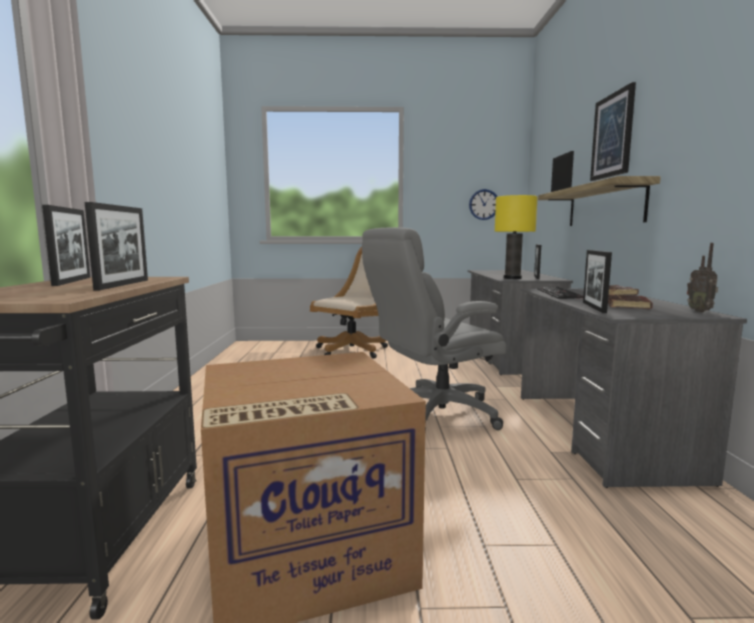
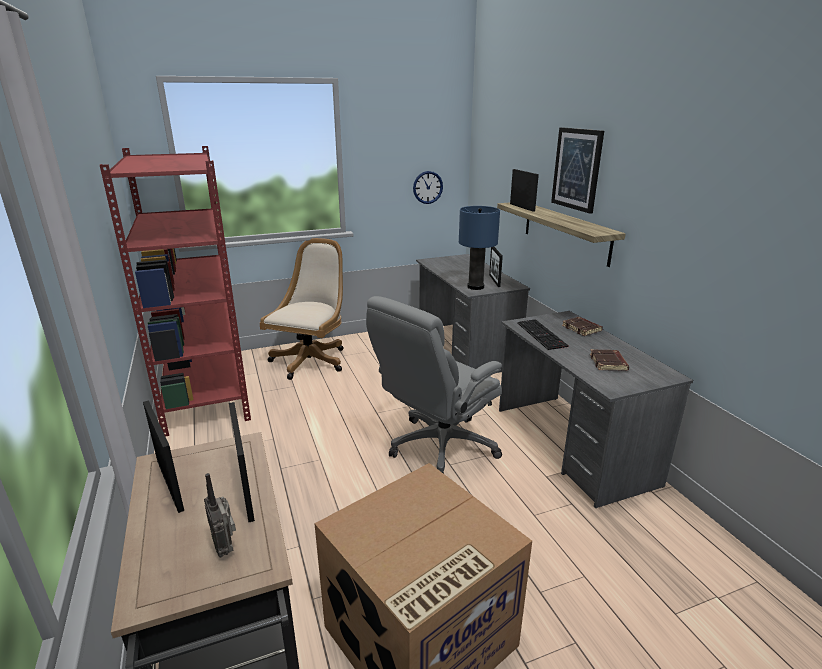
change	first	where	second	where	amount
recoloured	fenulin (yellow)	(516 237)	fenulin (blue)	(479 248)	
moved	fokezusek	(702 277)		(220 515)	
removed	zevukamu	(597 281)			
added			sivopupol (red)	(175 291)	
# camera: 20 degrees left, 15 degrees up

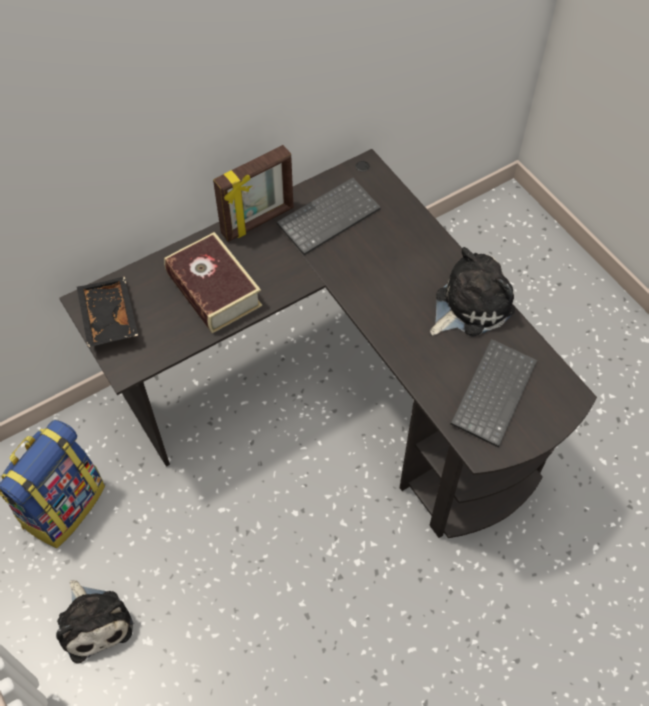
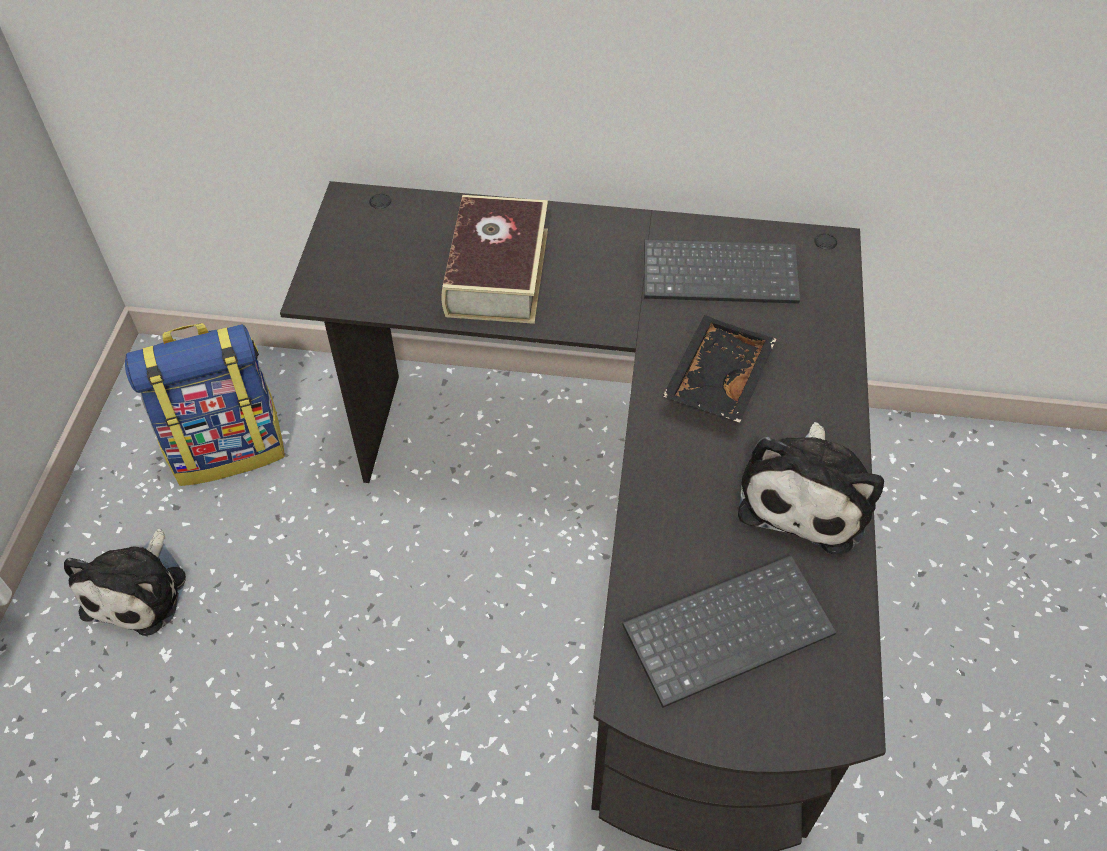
change	first	where	second	where	amount
removed	zevukamu	(253 193)			
turned	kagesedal	(472 292)		(811 488)	105 degrees clockwise
moved	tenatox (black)	(107 312)		(719 369)	
# camera: 40 degrees right, 5 degrees down

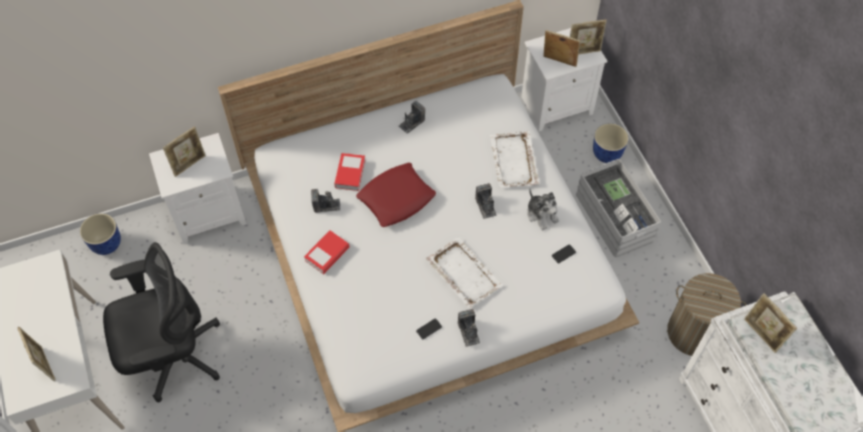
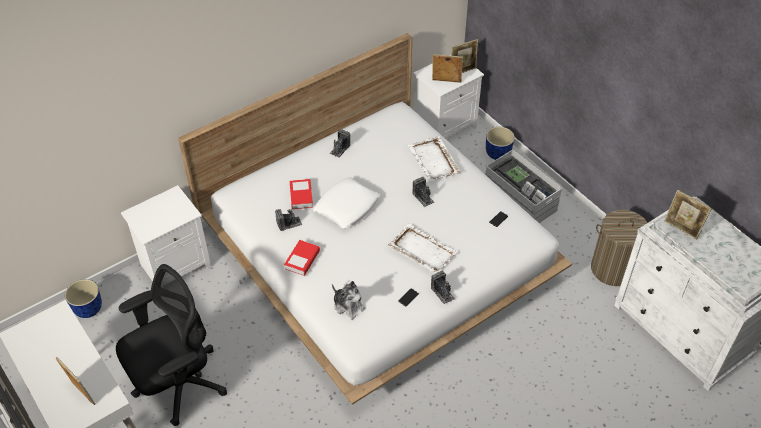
change	first	where	second	where	amount
removed	zevukamu	(184 151)			
recoloured	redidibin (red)	(396 195)	redidibin (white)	(346 202)	
moved	kagesedal	(543 209)		(348 300)	
# camera: 15 degrees left, 10 degrees down

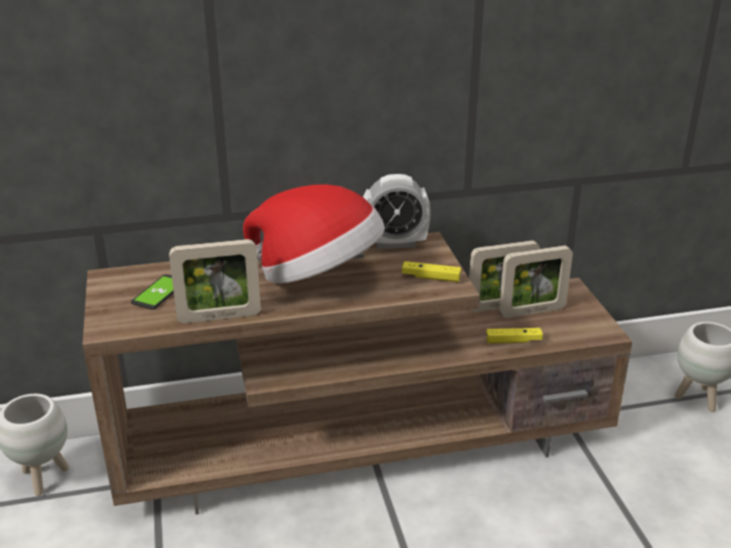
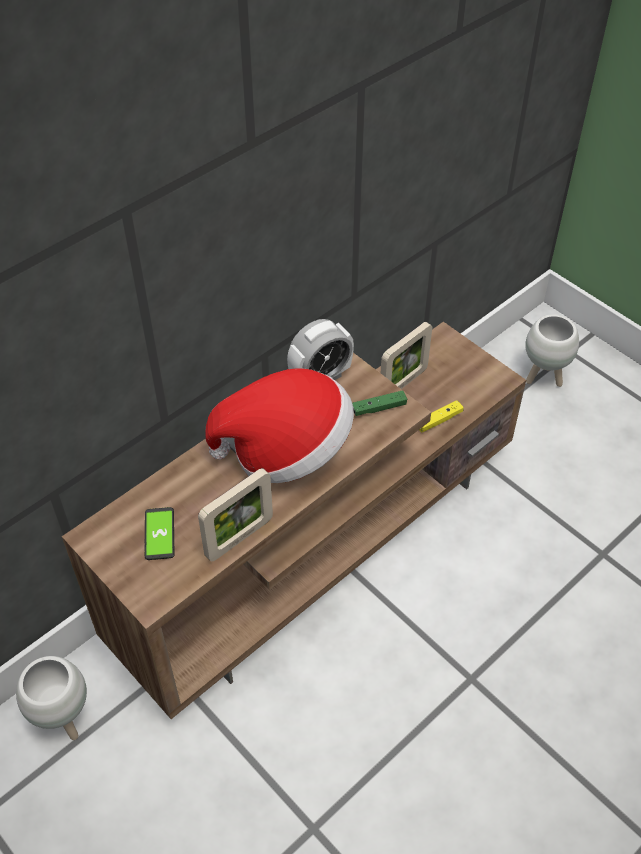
change	first	where	second	where	amount
removed	zevukamu	(536 281)			
recoloured	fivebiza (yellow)	(431 271)	fivebiza (green)	(379 403)	
# camera: 30 degrees left, 20 degrees up

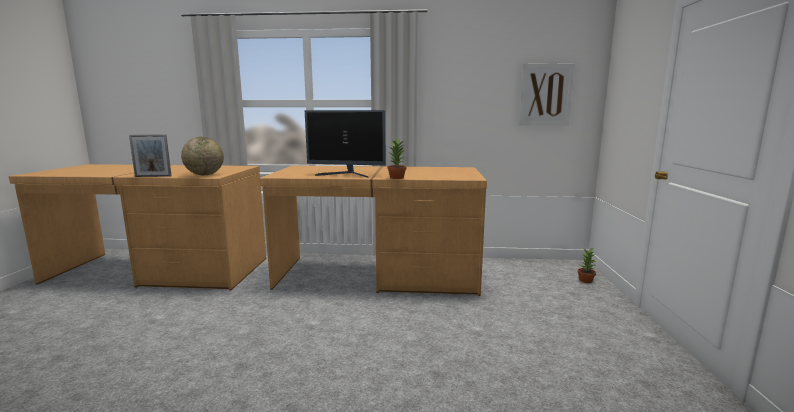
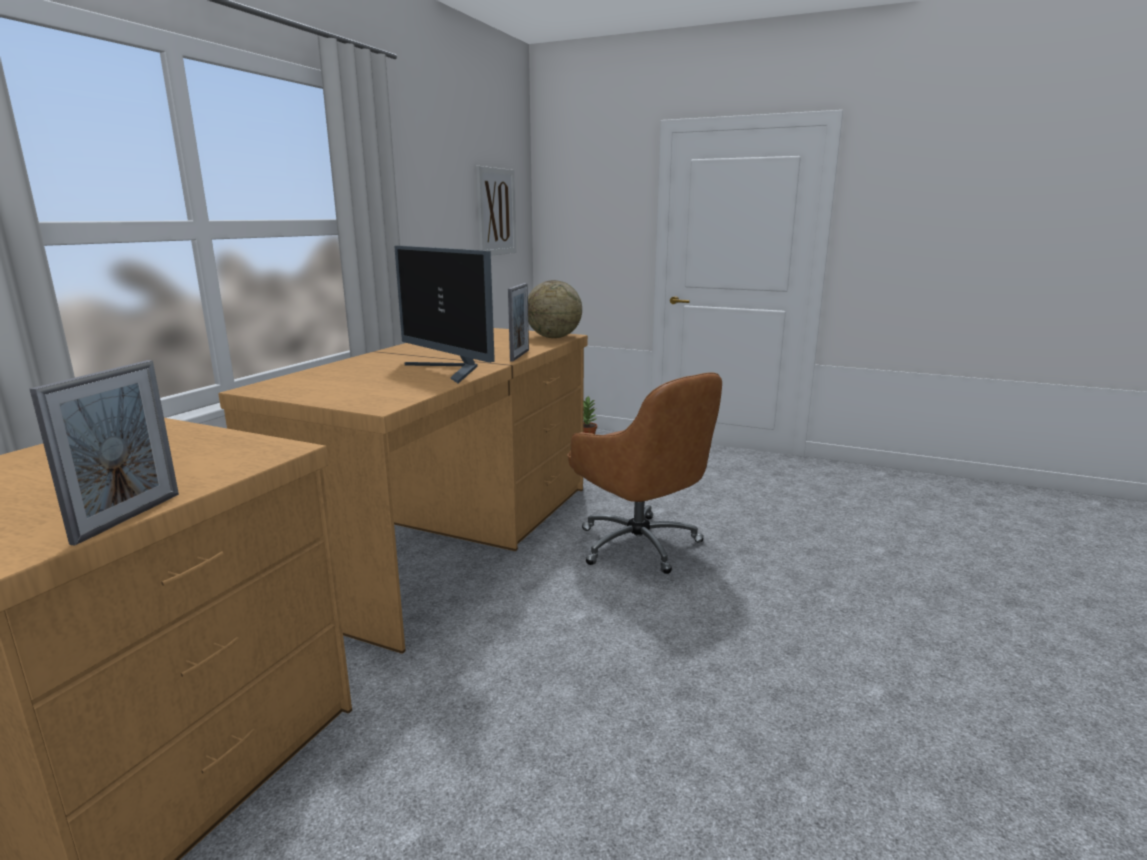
change	first	where	second	where	amount
turned	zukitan	(345 144)		(444 314)	105 degrees clockwise
moved	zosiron	(202 156)		(555 309)	
replaced	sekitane	(396 159)	zevukamu	(518 322)	
added			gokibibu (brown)	(644 473)	
# camera: 70 degrees left, 5 degrees up

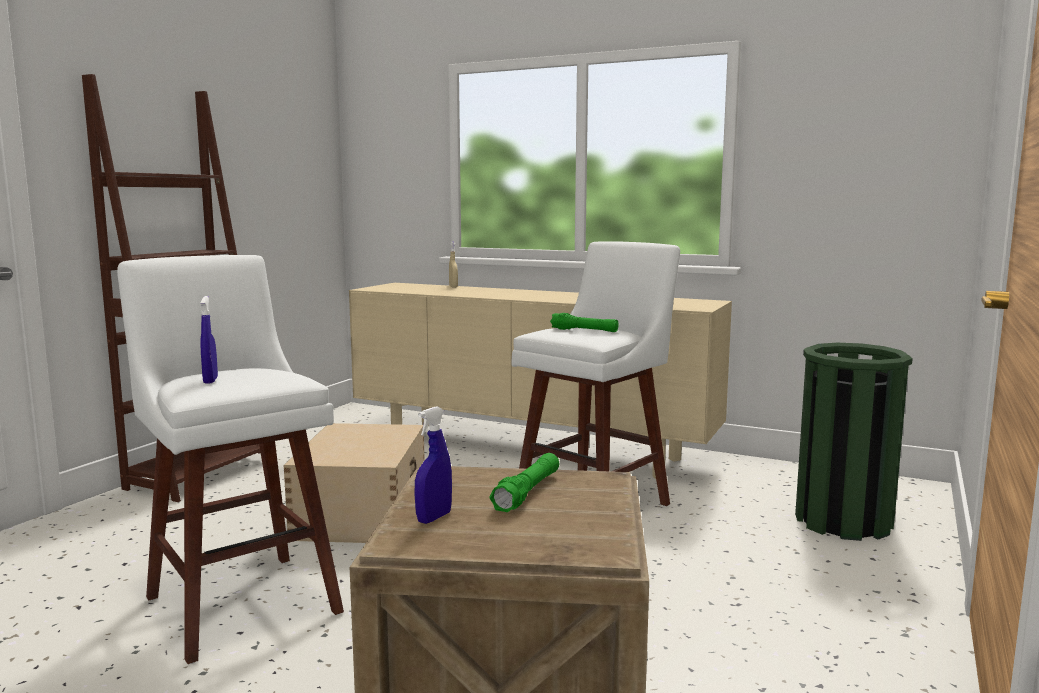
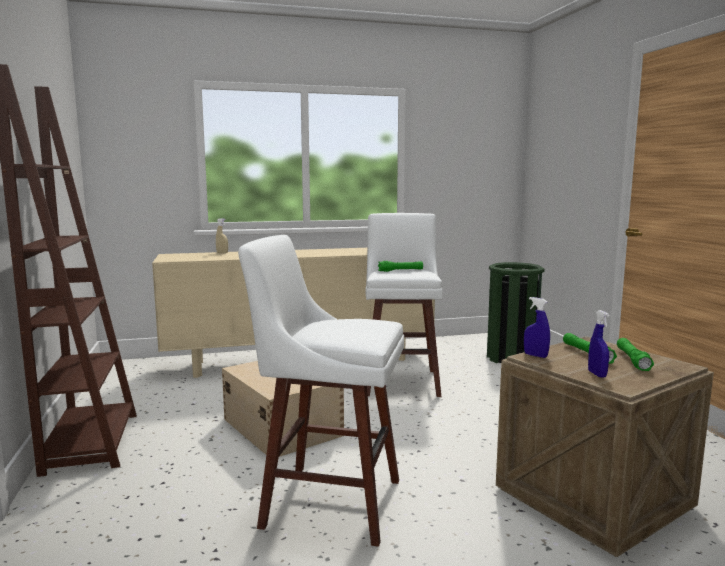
change	first	where	second	where	amount
moved	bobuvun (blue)	(209 340)		(537 327)	
added			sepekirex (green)	(635 354)	
# camera: 40 degrees left, 0 degrees up

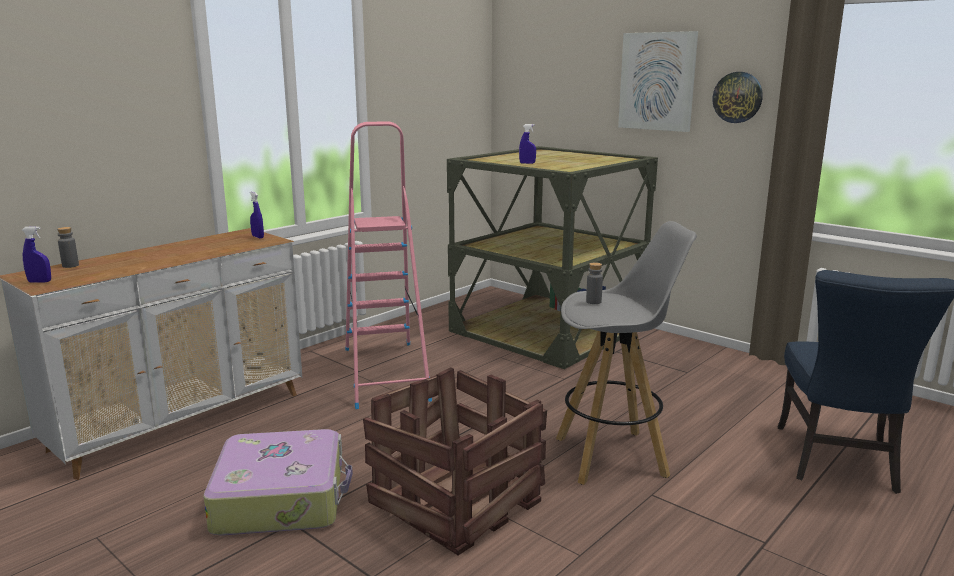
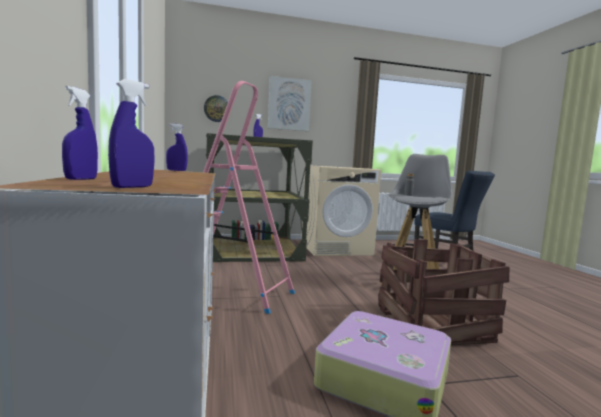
change	first	where	second	where	amount
moved	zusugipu	(738 97)		(216 108)	
replaced	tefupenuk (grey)	(68 247)	bobuvun (blue)	(80 133)	
added			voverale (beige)	(341 211)	
# camera: 55 degrees left, 10 degrees down

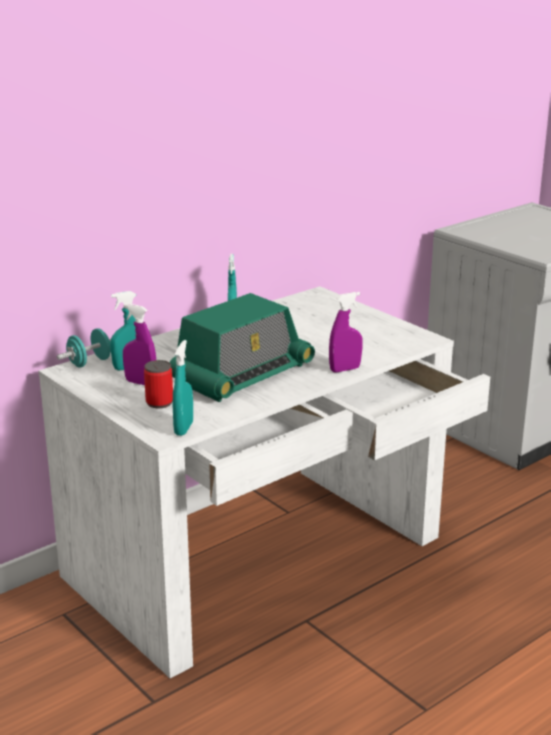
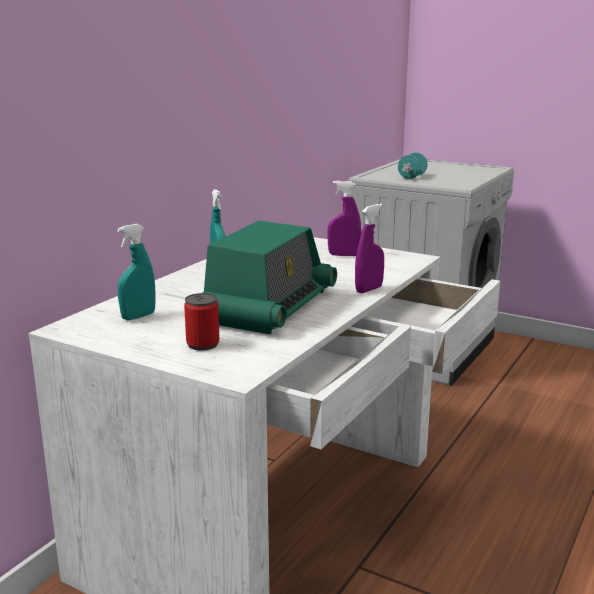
change	first	where	second	where	amount
moved	bobuvun (purple)	(139 344)		(344 218)	
moved	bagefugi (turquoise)	(84 347)		(413 165)	
removed	bobuvun (turquoise)	(183 388)			
# camera: 20 degrees left, 5 degrees down

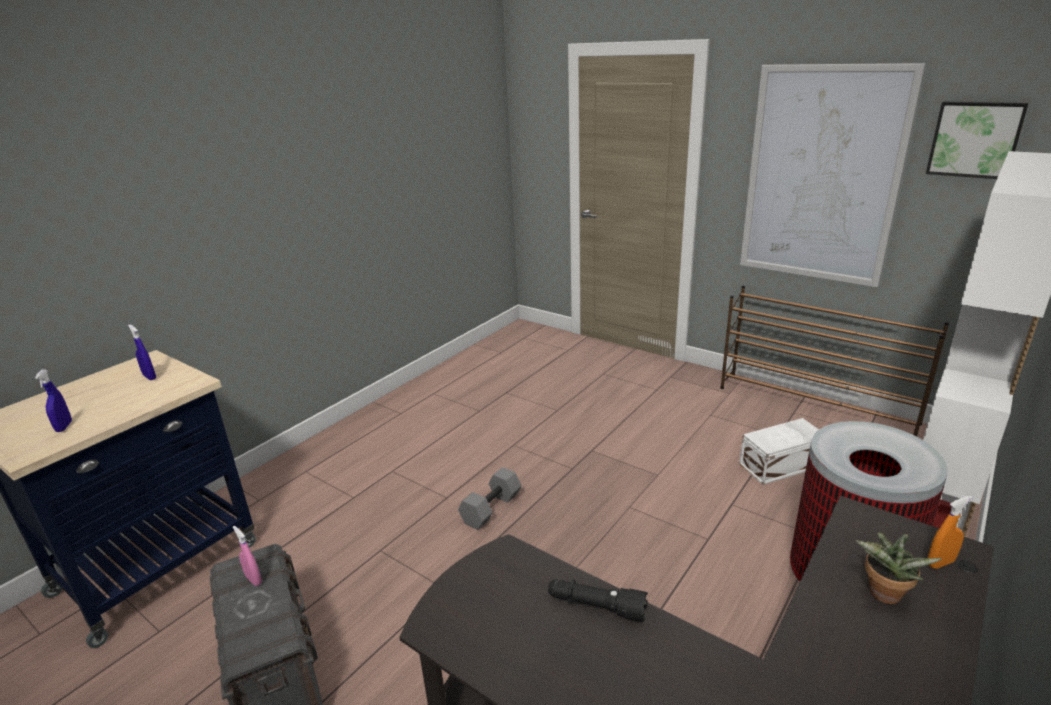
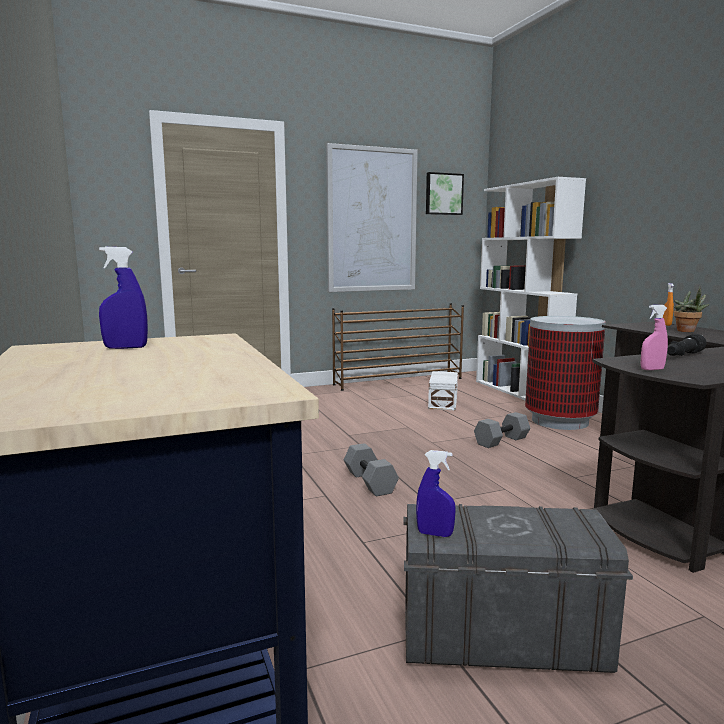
change	first	where	second	where	amount
moved	bobuvun (blue)	(53 400)		(436 493)	
moved	bobuvun (pink)	(247 556)		(654 337)	
added			bagefugi (grey)	(502 430)	
# camera: 60 degrees left, 15 degrees down

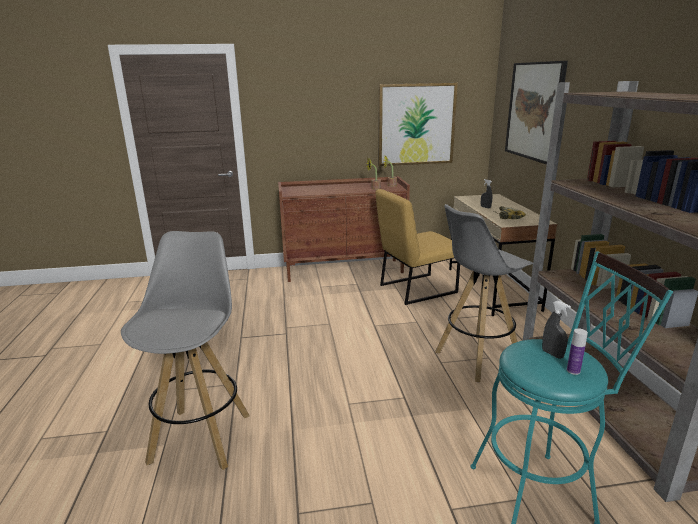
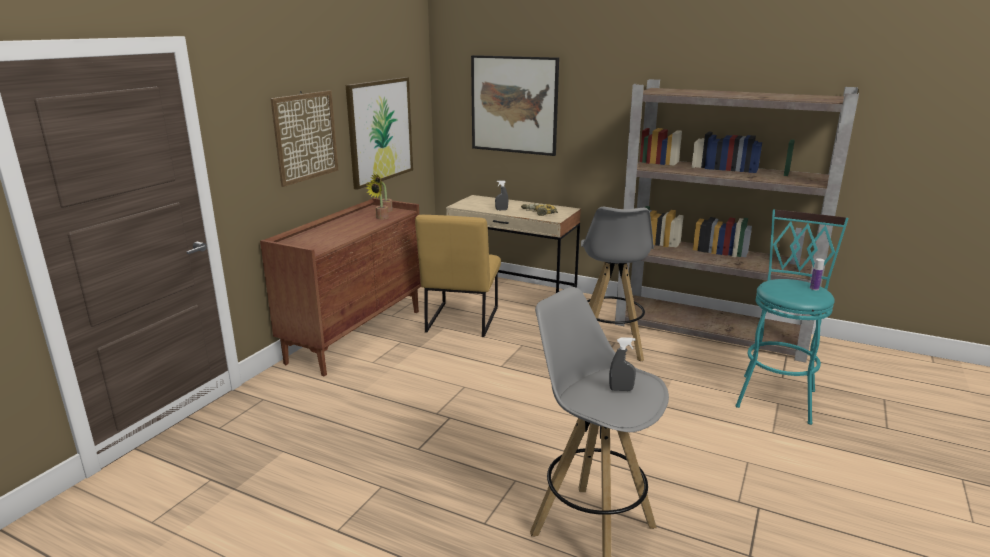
change	first	where	second	where	amount
moved	bobuvun (grey)	(556 330)		(622 364)	
added			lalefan	(305 138)	
# camera: 55 degrees left, 0 degrees up

